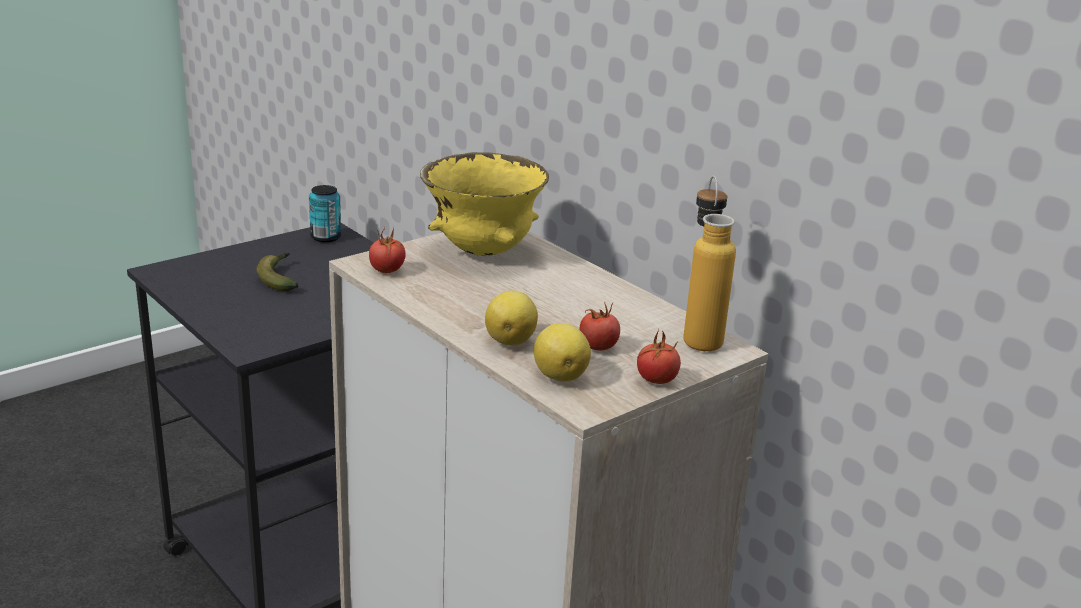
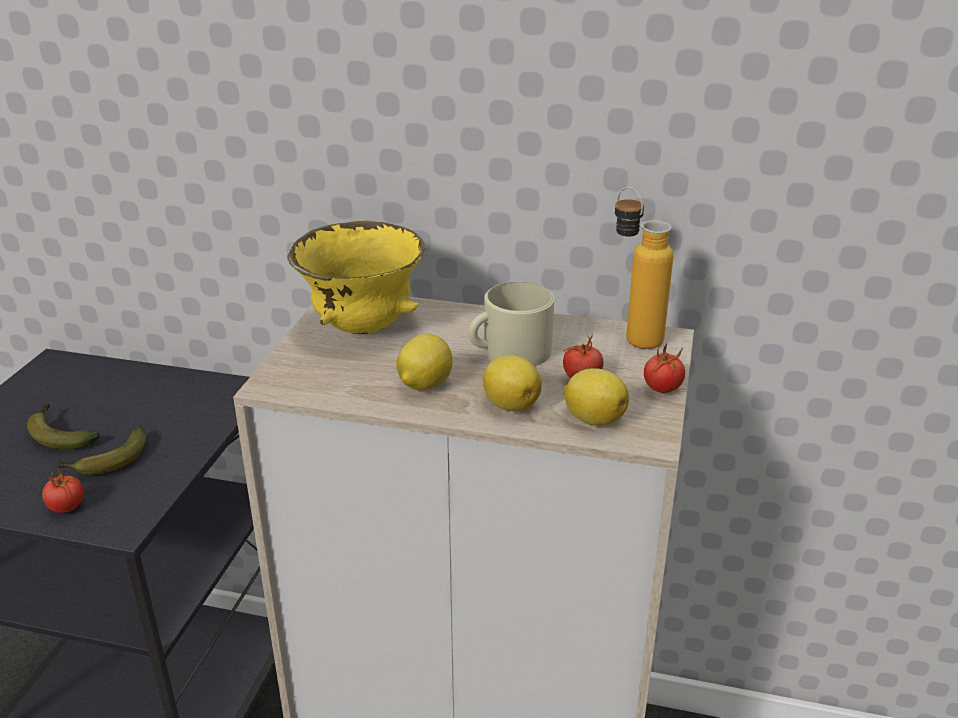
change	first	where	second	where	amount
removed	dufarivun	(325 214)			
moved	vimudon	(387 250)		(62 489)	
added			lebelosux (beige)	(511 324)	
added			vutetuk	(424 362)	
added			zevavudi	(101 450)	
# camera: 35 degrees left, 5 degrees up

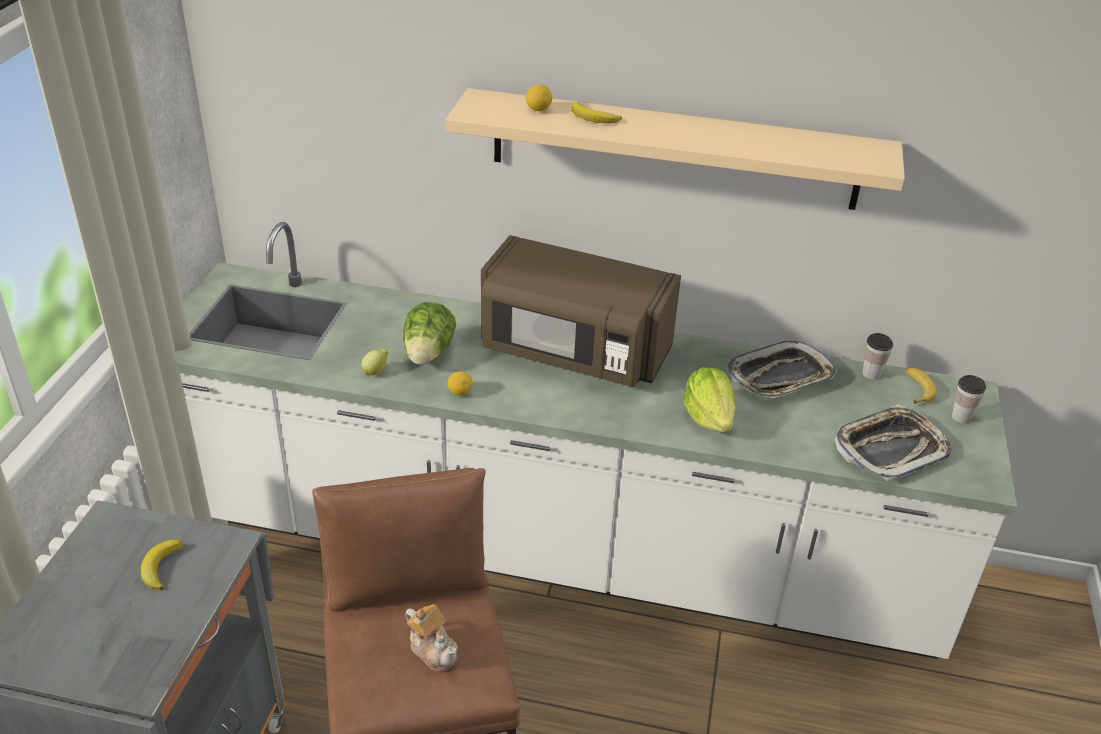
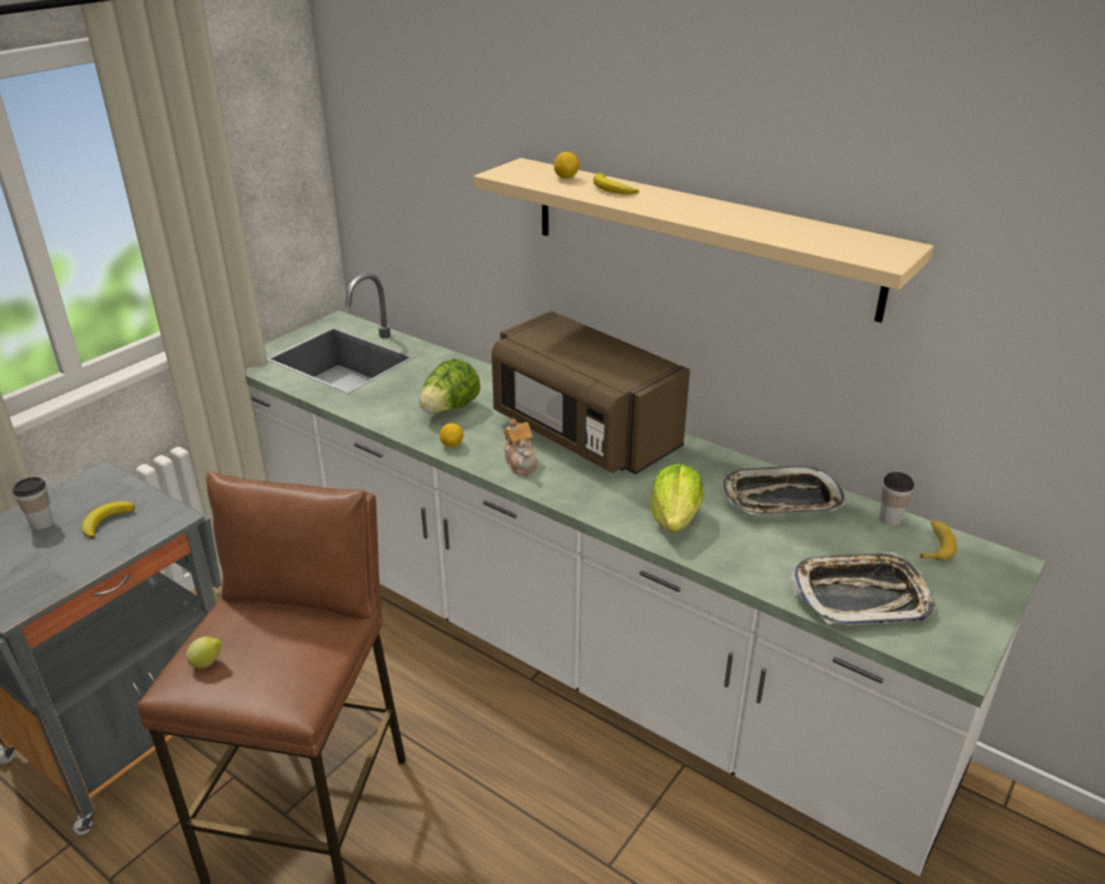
change	first	where	second	where	amount
moved	vutetuk	(374 362)		(204 652)	
moved	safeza	(969 399)		(32 503)	
moved	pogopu	(431 638)		(520 446)	
# camera: 25 degrees right, 5 degrees down

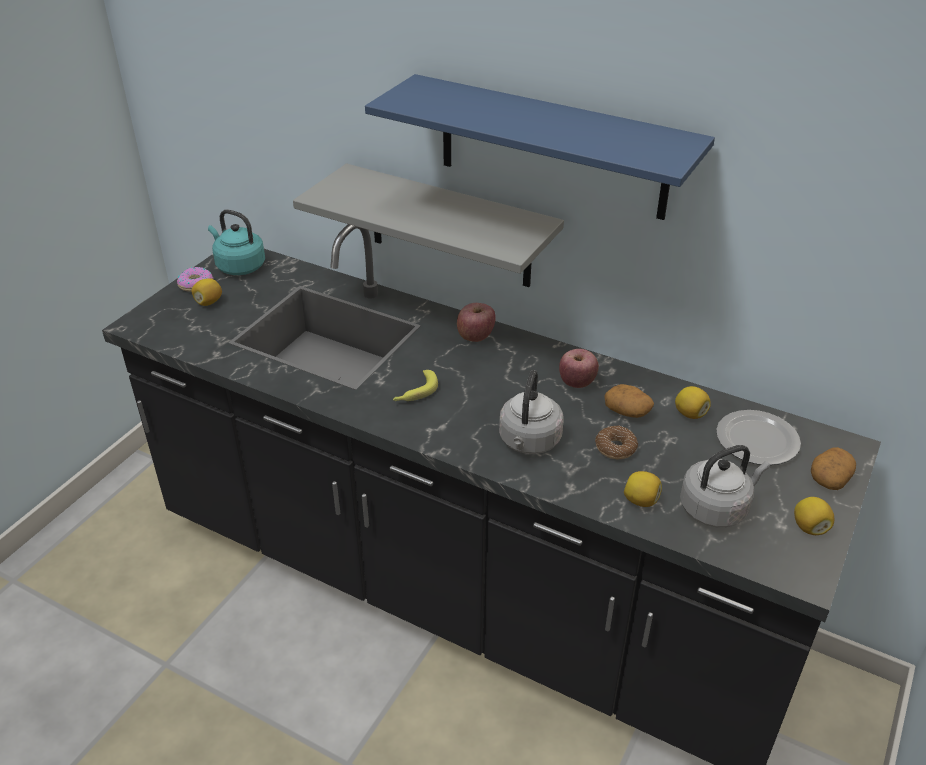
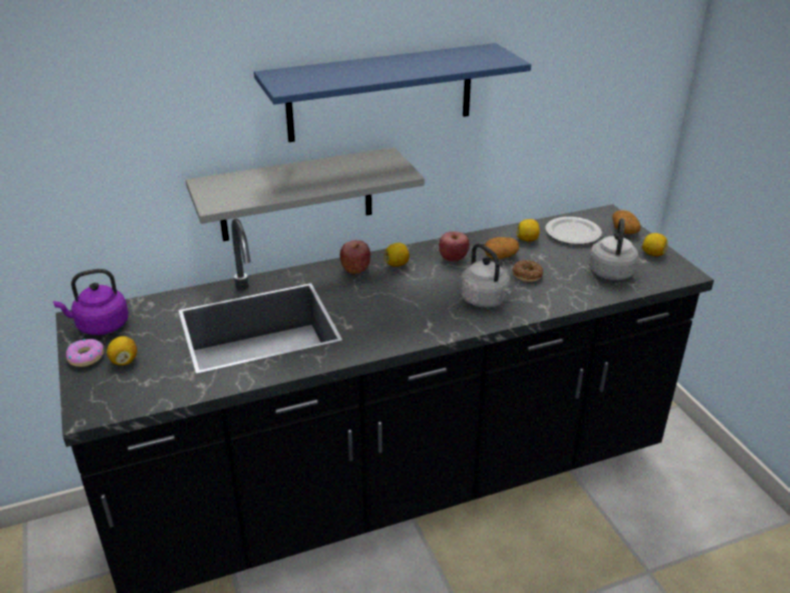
change	first	where	second	where	amount
recoloured	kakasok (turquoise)	(236 242)	kakasok (purple)	(91 302)	
removed	zevavudi	(415 385)			
moved	vutetuk	(643 489)		(396 255)	
# camera: 50 degrees left, 5 degrees down

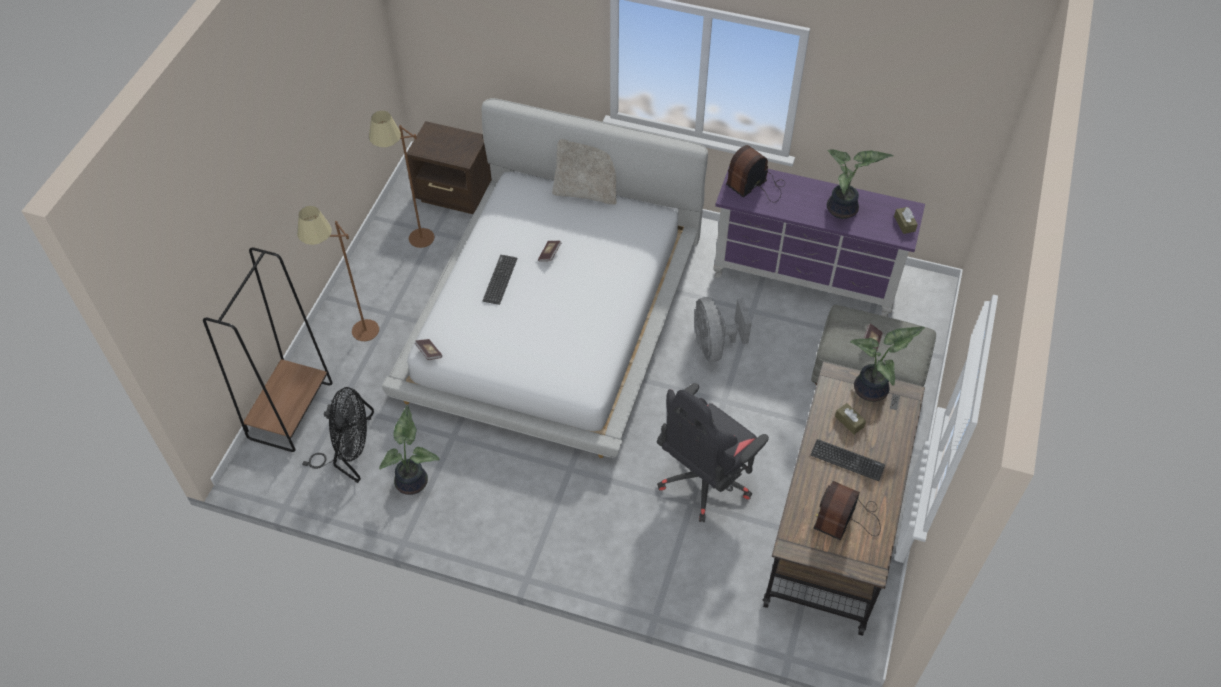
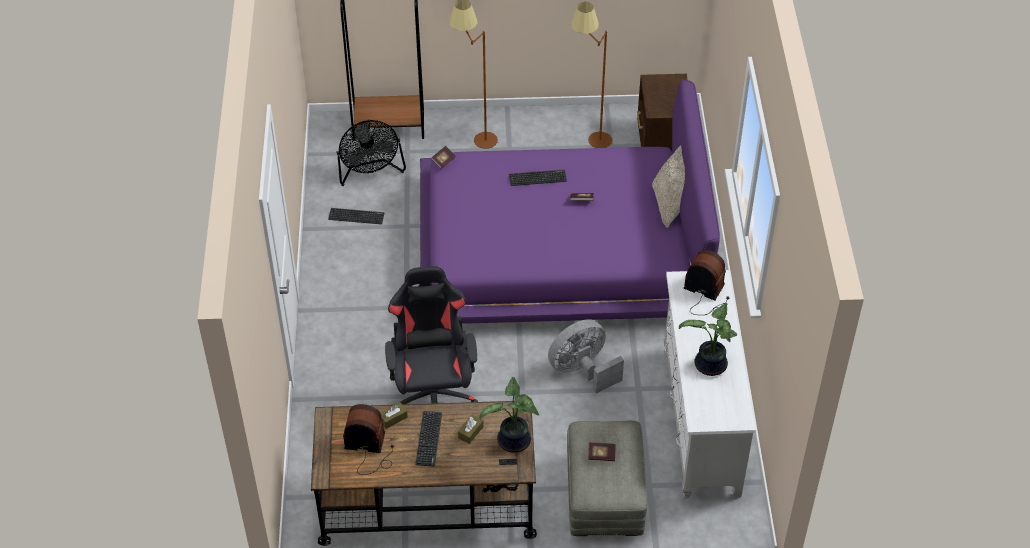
change	first	where	second	where	amount
recoloured	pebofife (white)	(545 278)	pebofife (purple)	(570 202)	
recoloured	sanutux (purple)	(819 241)	sanutux (white)	(710 384)	
moved	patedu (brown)	(906 220)		(394 415)	
turned	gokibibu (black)	(713 452)		(431 335)	60 degrees clockwise
replaced	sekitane	(409 450)	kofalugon	(356 216)	
# camera: 70 degrees right, 5 degrees down

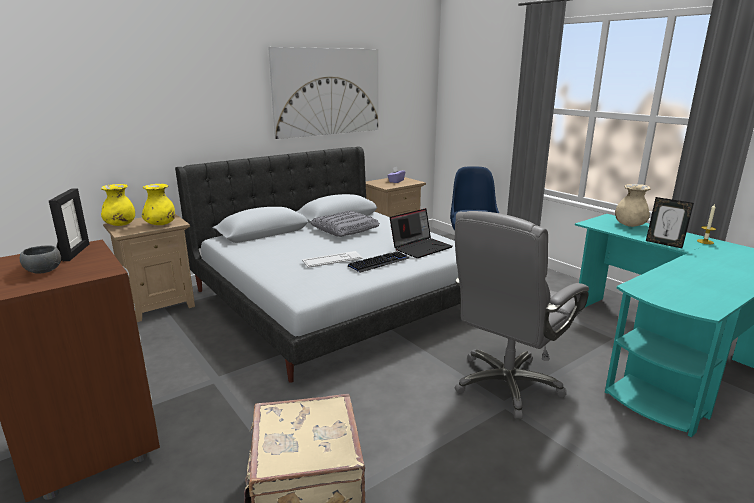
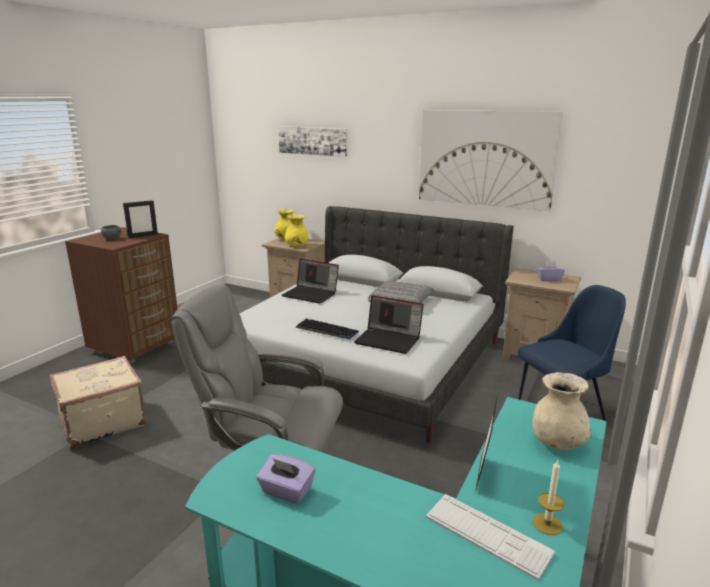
change	first	where	second	where	amount
moved	kofalugon	(332 259)		(490 537)	
added			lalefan	(312 141)	
added			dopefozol	(310 281)	
added			patedu (purple)	(285 479)	
# camera: 65 degrees right, 0 degrees up

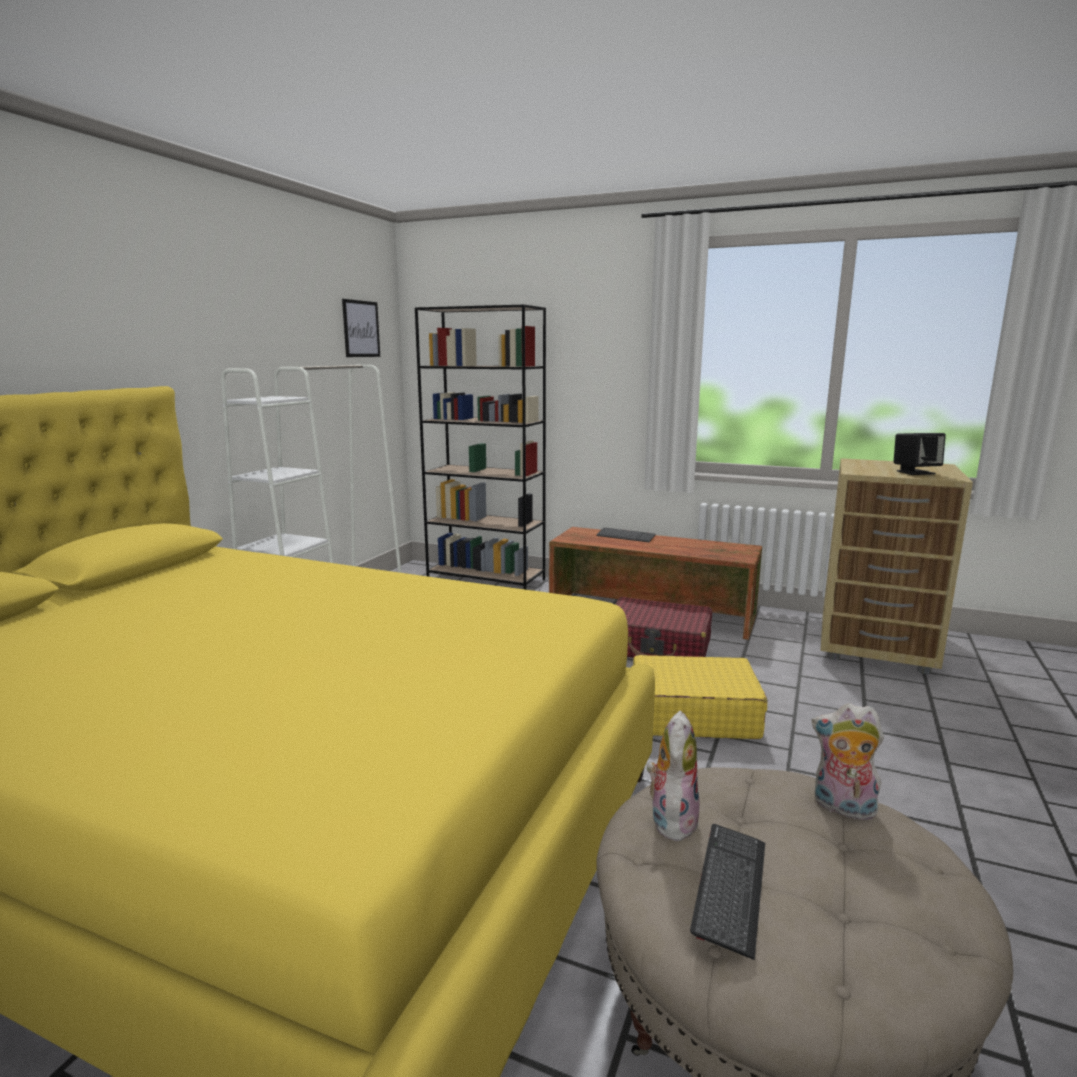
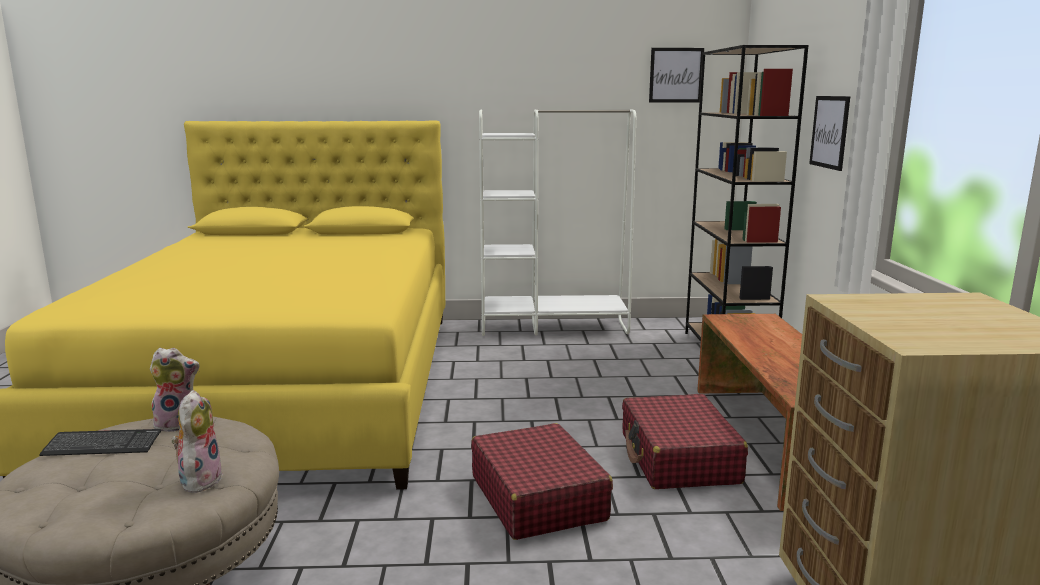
change	first	where	second	where	amount
removed	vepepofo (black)	(920 454)			
removed	kofalugon	(626 535)			
recoloured	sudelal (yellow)	(700 697)	sudelal (red)	(542 481)	
added			lalefan	(829 133)	
# camera: 65 degrees right, 0 degrees up

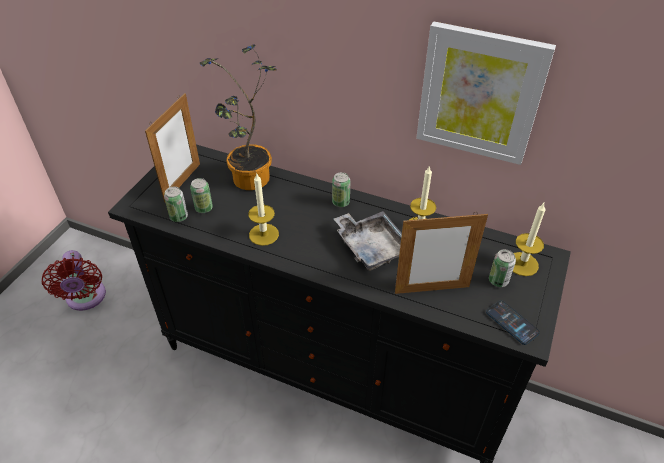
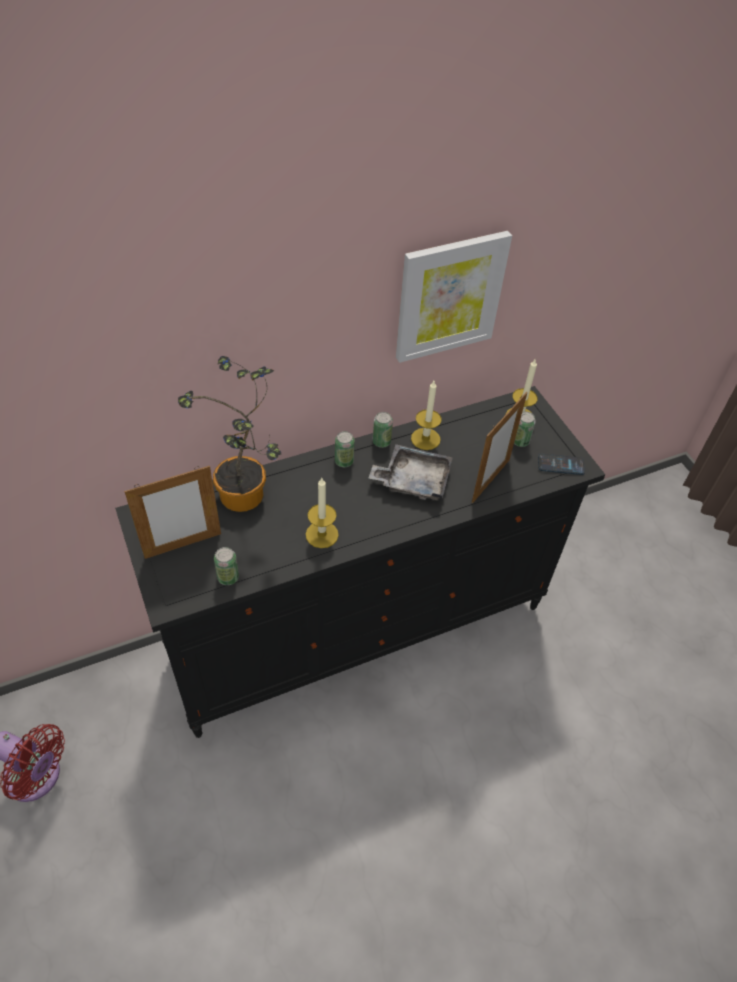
change	first	where	second	where	amount
turned	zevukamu	(172 148)		(172 512)	90 degrees clockwise
moved	dufarivun	(201 195)		(382 430)	
# camera: 50 degrees left, 5 degrees up

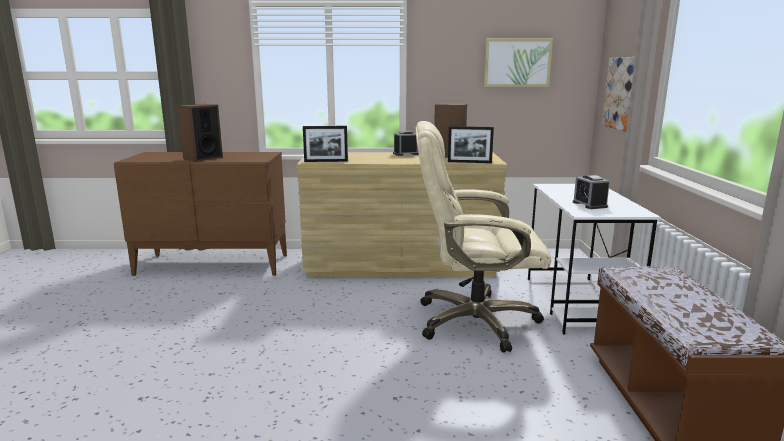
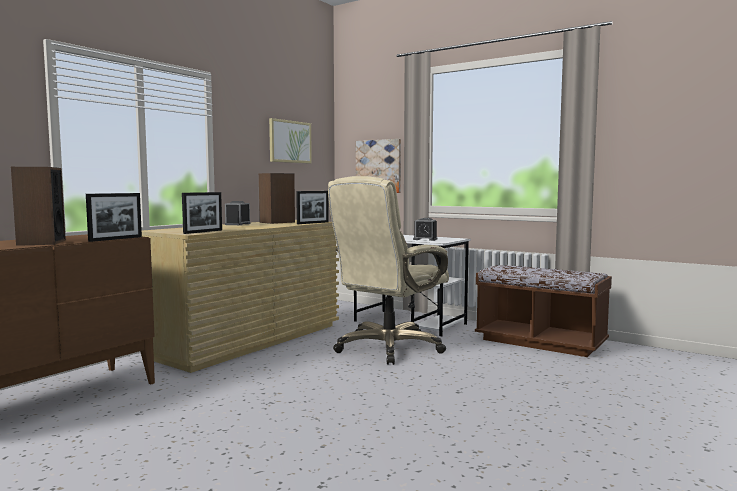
change	first	where	second	where	amount
added			zevukamu	(114 217)	
# camera: 55 degrees left, 10 degrees down

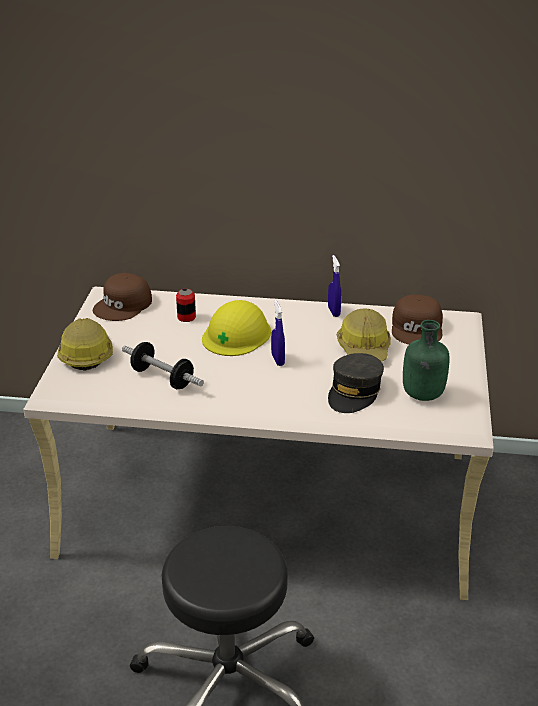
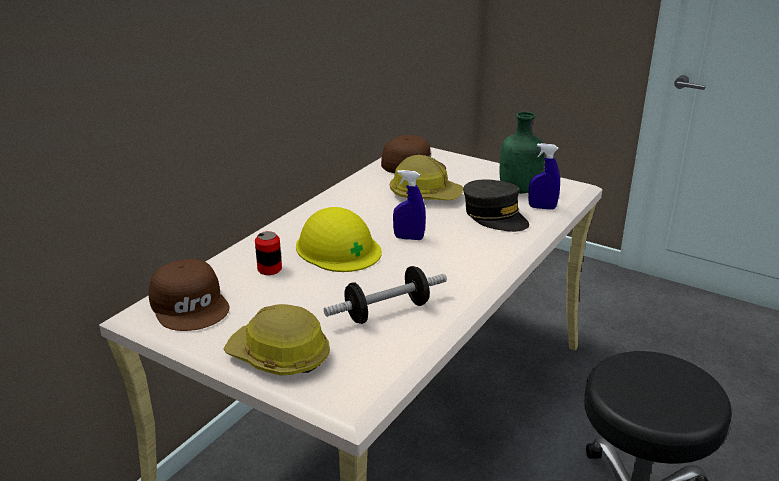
change	first	where	second	where	amount
moved	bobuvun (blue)	(334 286)		(544 176)	
# camera: 65 degrees left, 5 degrees down

